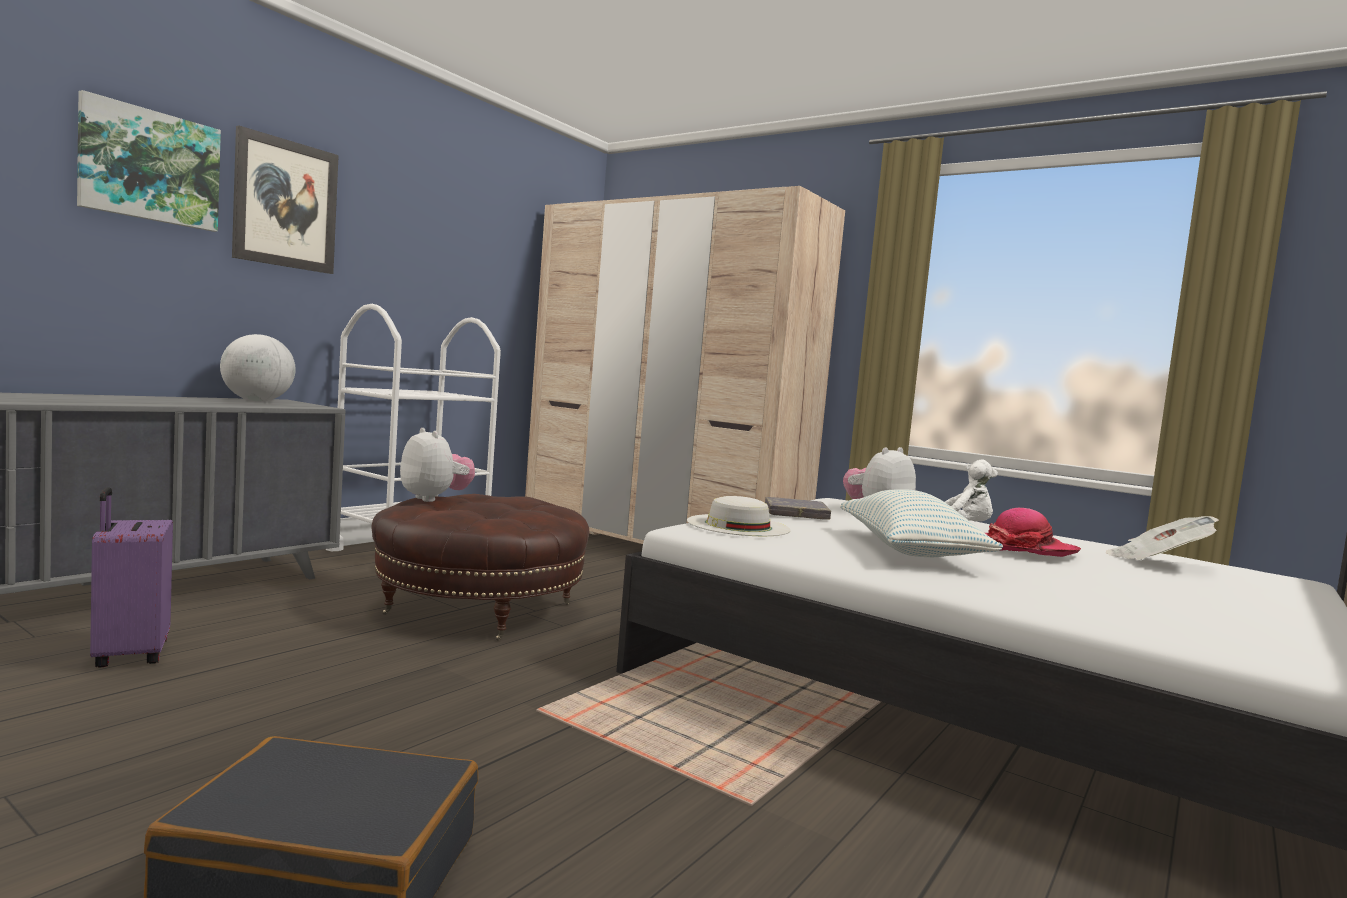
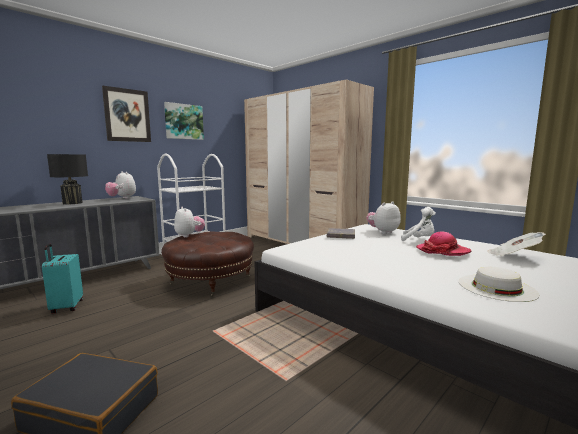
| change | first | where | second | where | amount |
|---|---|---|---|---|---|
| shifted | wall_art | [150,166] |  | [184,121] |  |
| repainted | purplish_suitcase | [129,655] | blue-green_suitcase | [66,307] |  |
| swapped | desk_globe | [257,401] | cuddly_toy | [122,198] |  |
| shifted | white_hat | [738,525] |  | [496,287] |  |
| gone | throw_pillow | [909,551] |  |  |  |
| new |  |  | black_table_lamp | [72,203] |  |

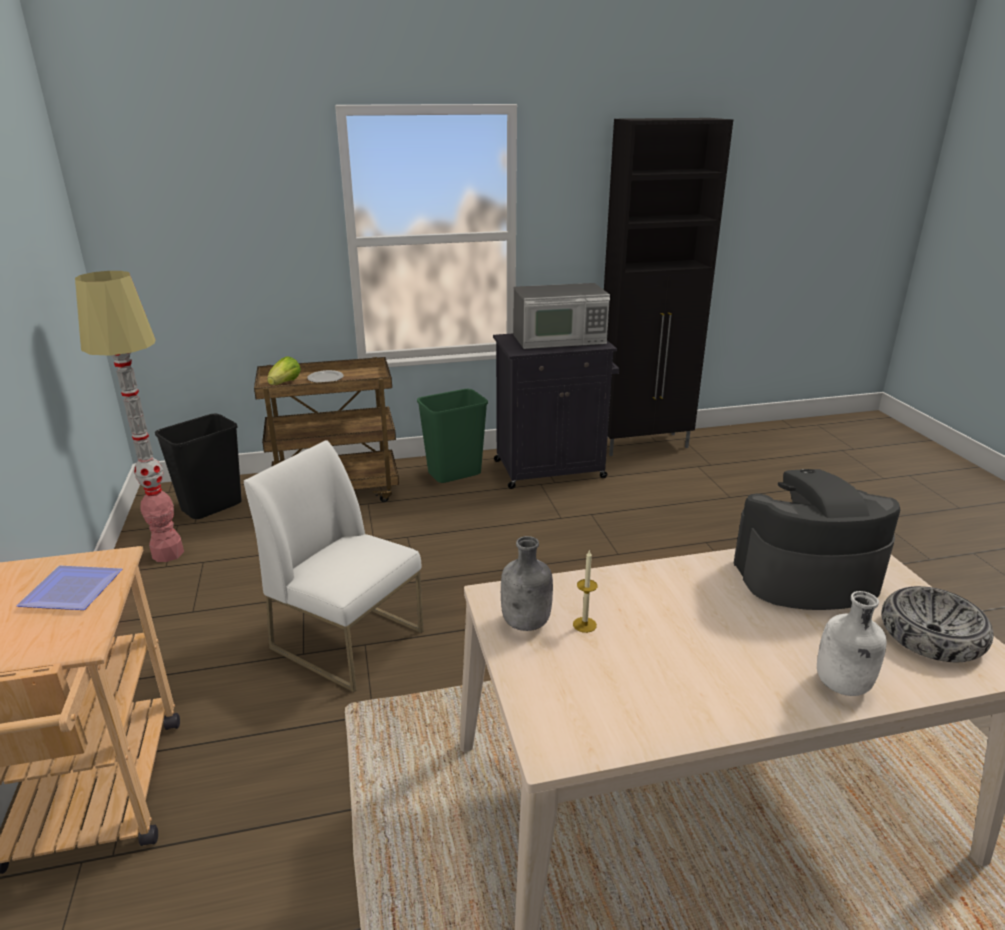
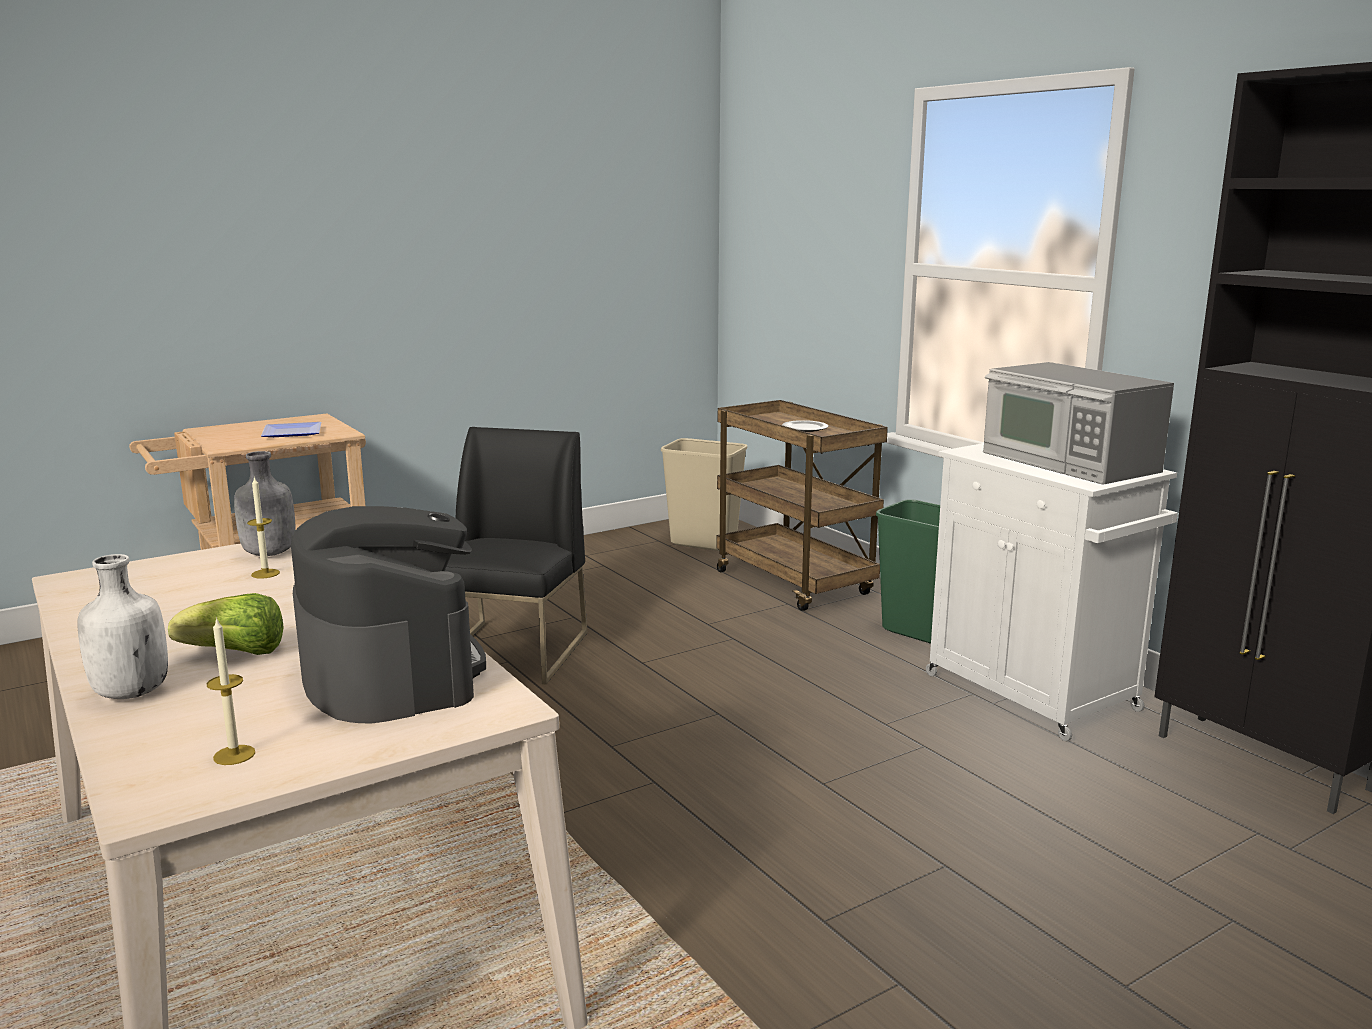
| change | first | where | second | where | amount |
|---|---|---|---|---|---|
| gone | standing_lamp | [168,553] |  |  |  |
| repainted | black_trash_can | [212,506] | beige-coloured_trash_can | [704,543] |  |
| repainted | white_chair | [349,639] | black_chair | [512,652] |  |
| shifted | lettuce | [285,383] |  | [236,653] |  |
| repainted | black_cabinet | [551,469] | white_cabinet | [1034,694] |  |
| swapped | serving_bowl | [931,636] | wax_light | [234,755] |  |

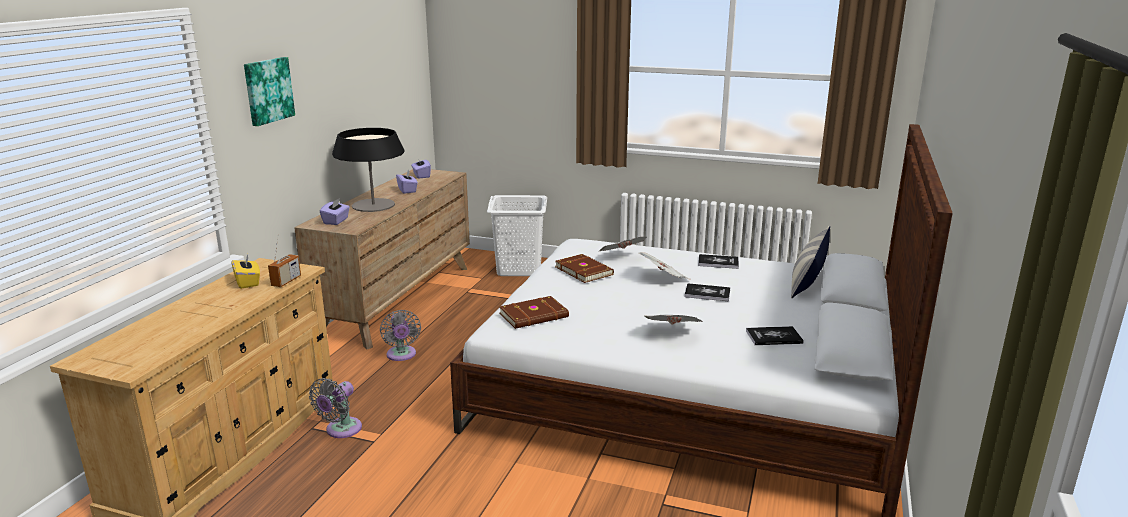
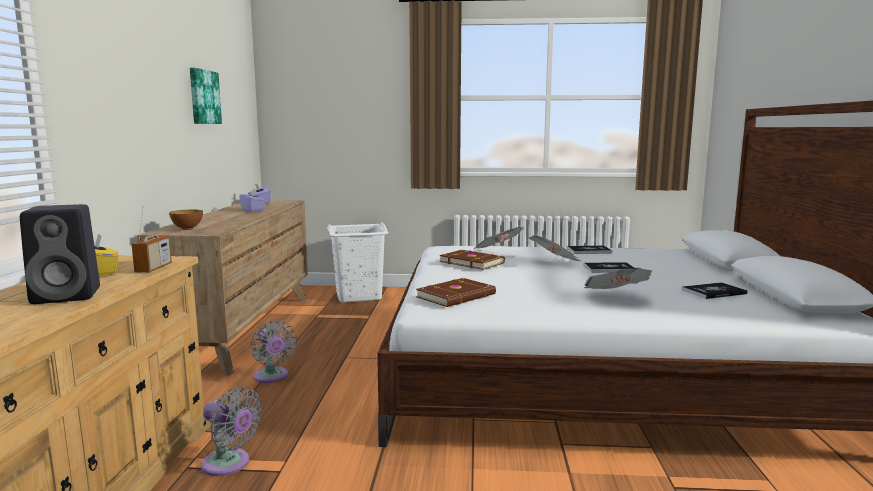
| change | first | where | second | where | amount |
|---|---|---|---|---|---|
| shifted | wall_art | [267,90] |  | [203,97] |  |
| rotated | grey_electric_fan | [341,430] |  | [229,464] | 75 degrees counterclockwise |
| swapped | purplish_tissue_holder | [336,221] | serving_bowl | [187,229] |  |
| gone | table_lamp | [373,205] |  |  |  |
| gone | throw_pillow | [807,281] |  |  |  |
| new |  |  | black_loudspeaker | [69,295] |  |

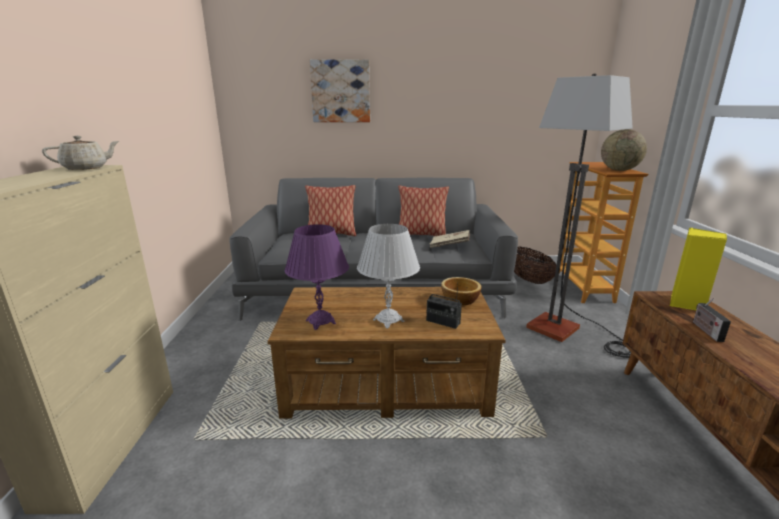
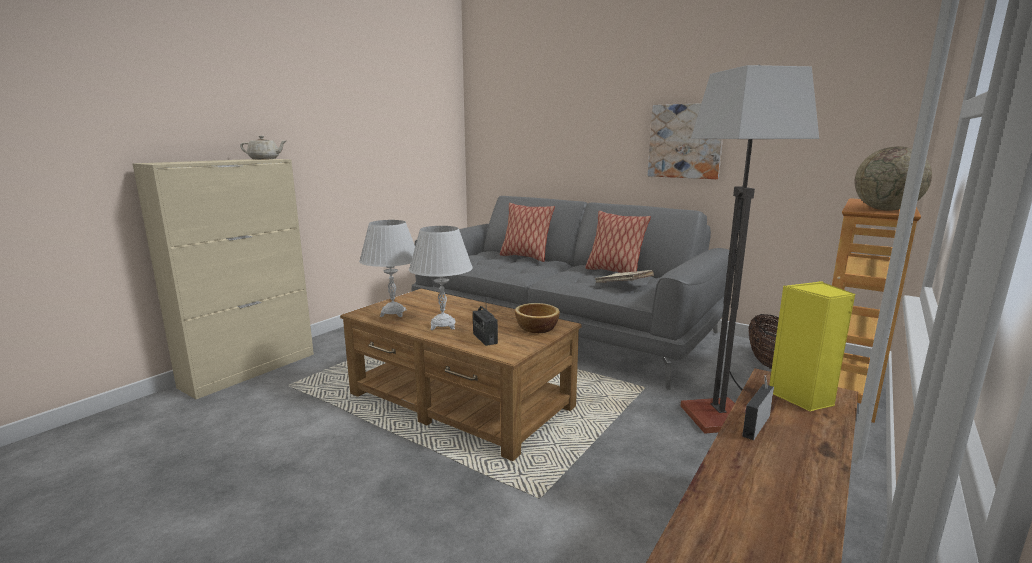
| change | first | where | second | where | amount |
|---|---|---|---|---|---|
| repainted | purplish_table_lamp | [320,322] | white_table_lamp | [393,313] |  |
| shifted | wall_art | [340,91] |  | [685,141] |  |

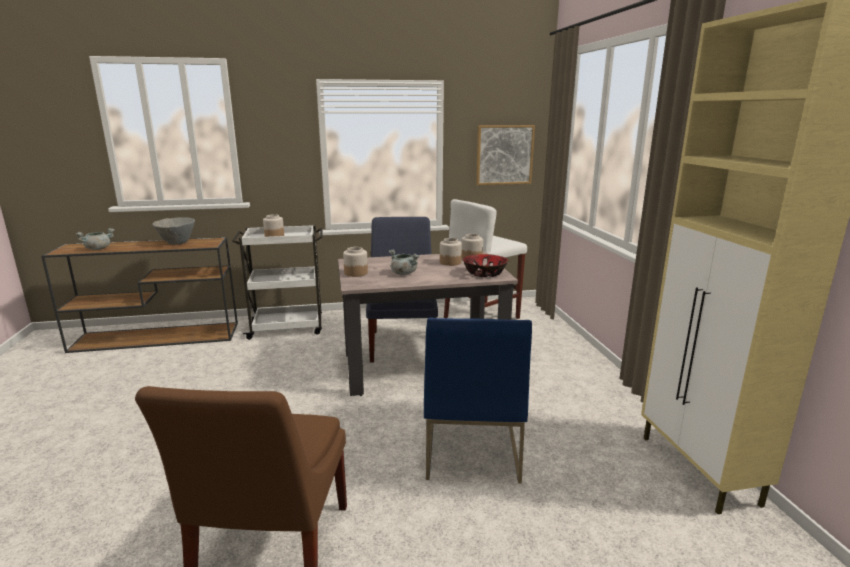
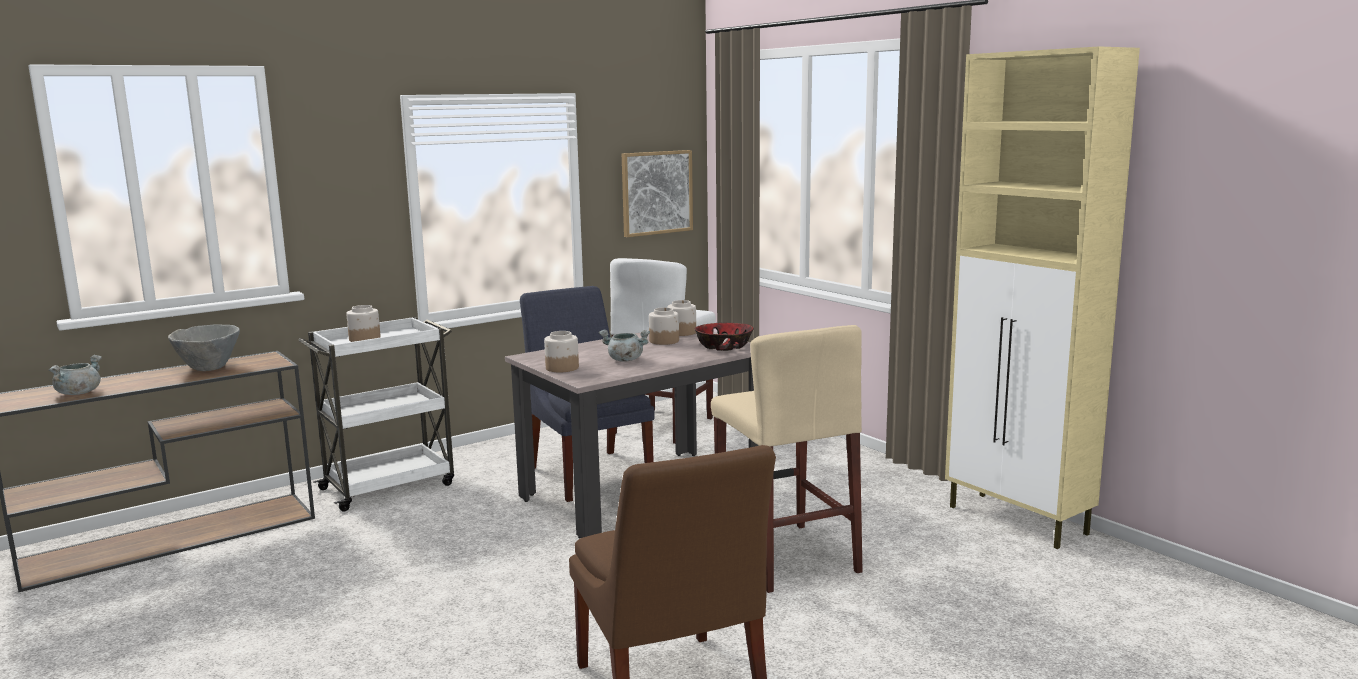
| change | first | where | second | where | amount |
|---|---|---|---|---|---|
| swapped | blue-coloured_chair | [470,448] | beige-coloured_sitting_stool | [786,556] |  |

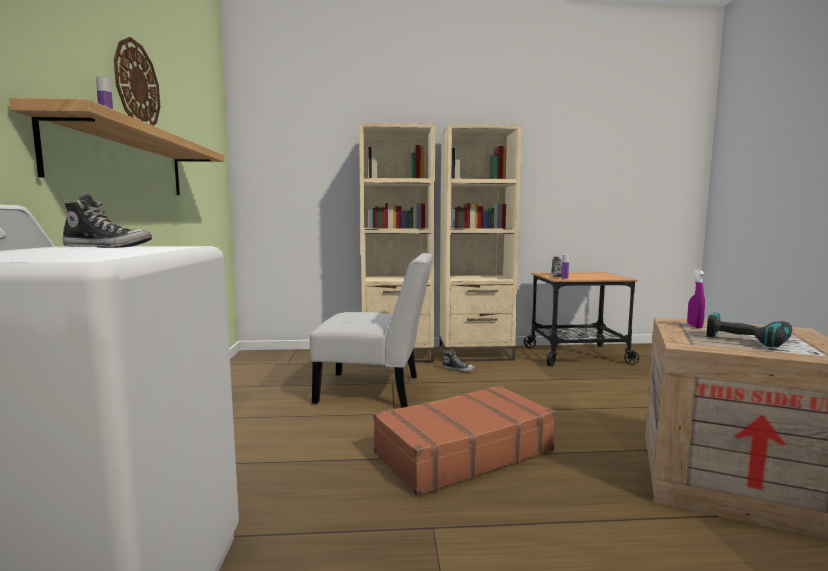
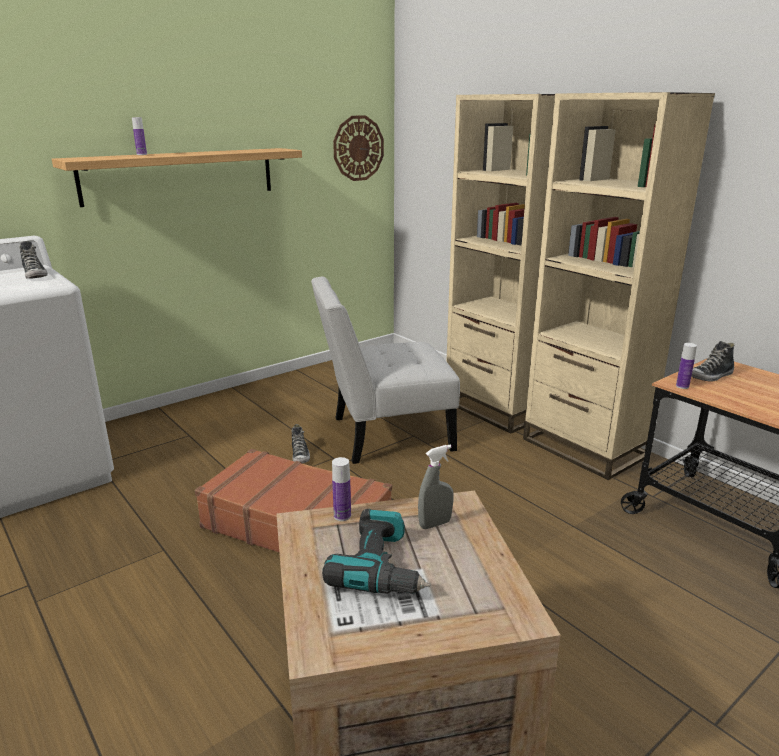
| change | first | where | second | where | amount |
|---|---|---|---|---|---|
| shifted | clock_on_the_wall | [137,85] |  | [358,148] |  |
| rotated | white_chair | [376,390] |  | [384,435] | 105 degrees clockwise |
| shifted | shoe | [458,370] |  | [300,455] |  |
| repainted | purplish_sprayer | [694,326] | grey_sprayer | [435,524] |  |
| new |  |  | bottle | [342,516] |  |

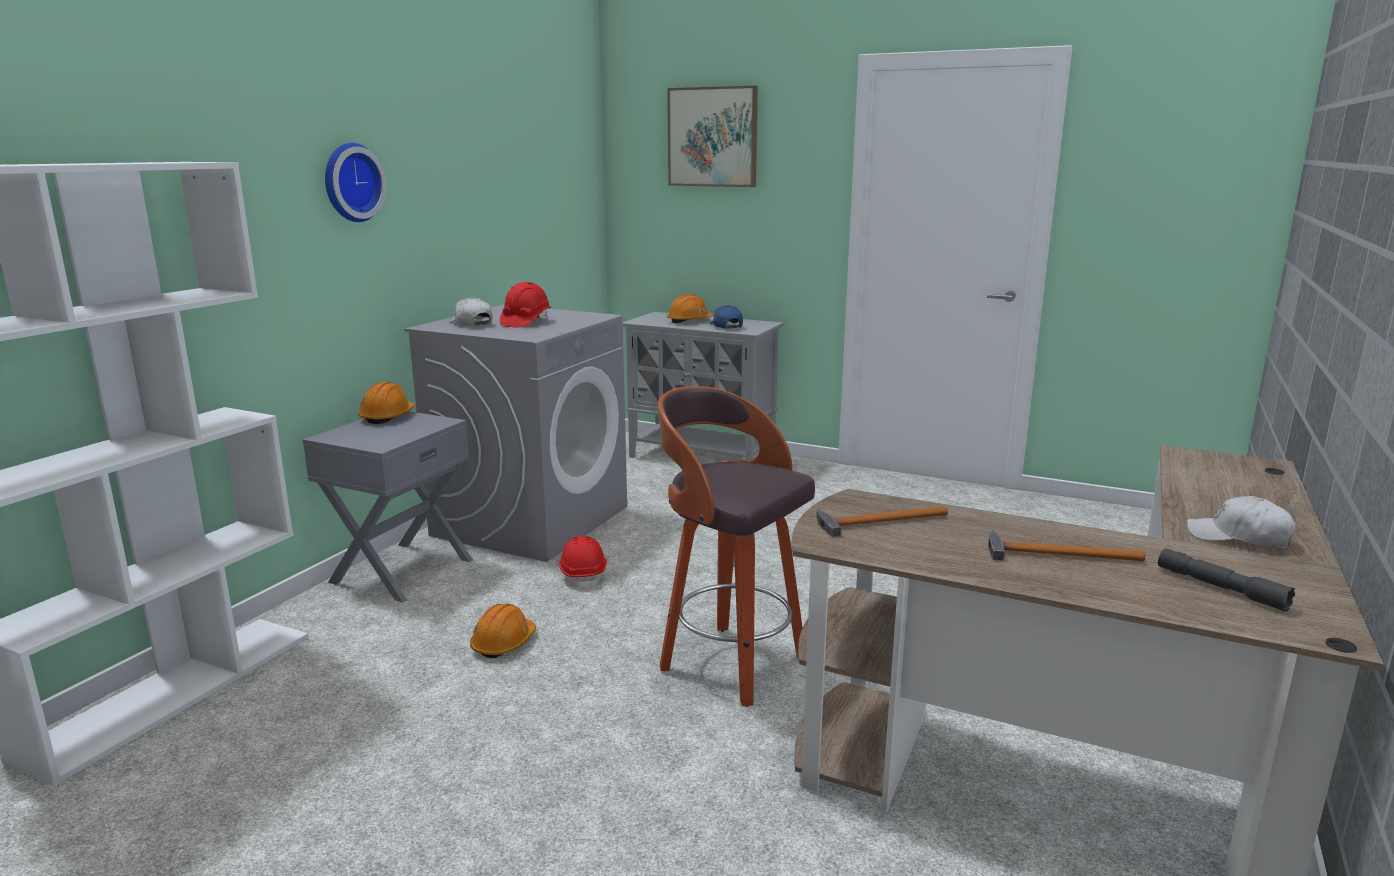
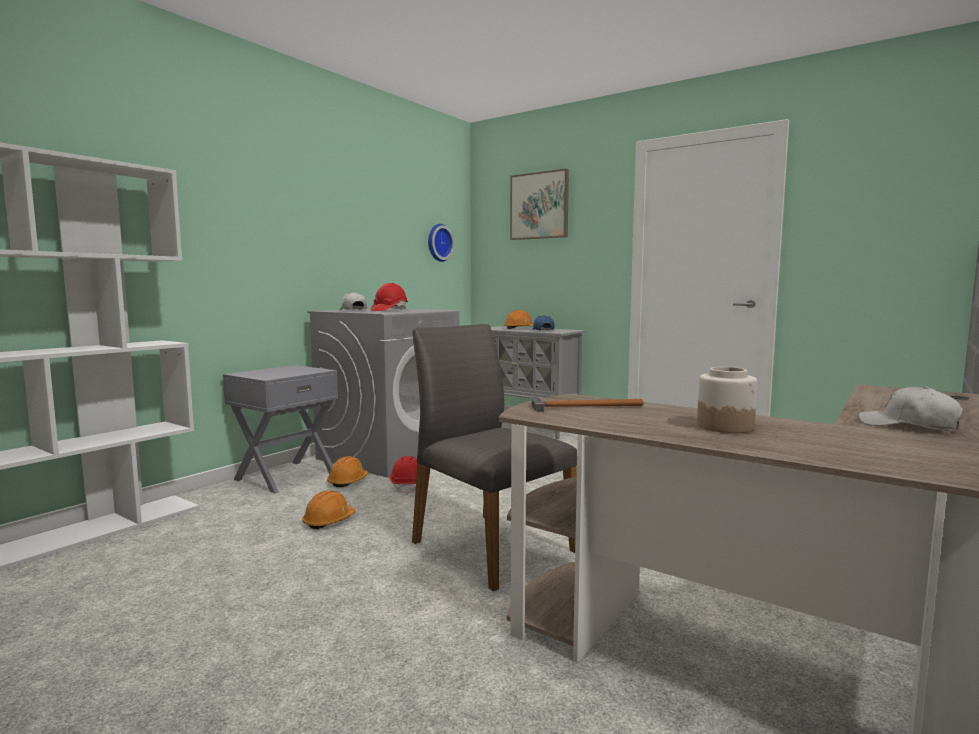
| change | first | where | second | where | amount |
|---|---|---|---|---|---|
| shifted | clock_on_the_wall | [350,182] |  | [438,243] |  |
| shifted | orangey_work_helmet | [387,417] |  | [348,481] |  |
| swapped | sitting_stool | [729,664] | grey_chair | [490,546] |  |
| swapped | hammer | [1055,554] | storage_jar | [725,426] |  |
| gone | grey_flashlight | [1220,588] |  |  |  |

